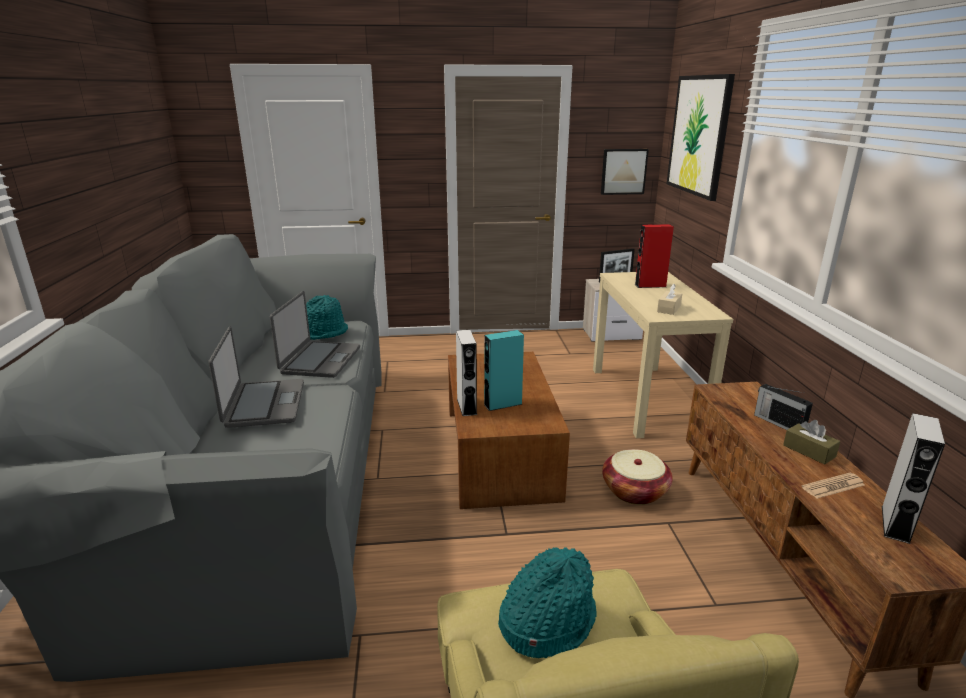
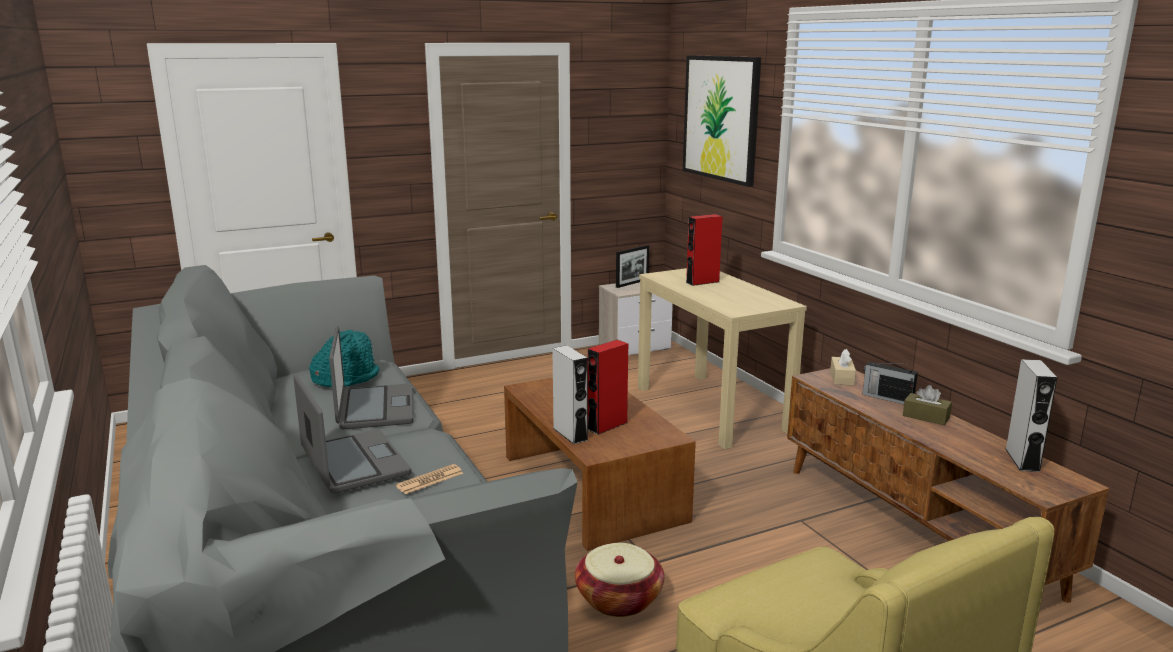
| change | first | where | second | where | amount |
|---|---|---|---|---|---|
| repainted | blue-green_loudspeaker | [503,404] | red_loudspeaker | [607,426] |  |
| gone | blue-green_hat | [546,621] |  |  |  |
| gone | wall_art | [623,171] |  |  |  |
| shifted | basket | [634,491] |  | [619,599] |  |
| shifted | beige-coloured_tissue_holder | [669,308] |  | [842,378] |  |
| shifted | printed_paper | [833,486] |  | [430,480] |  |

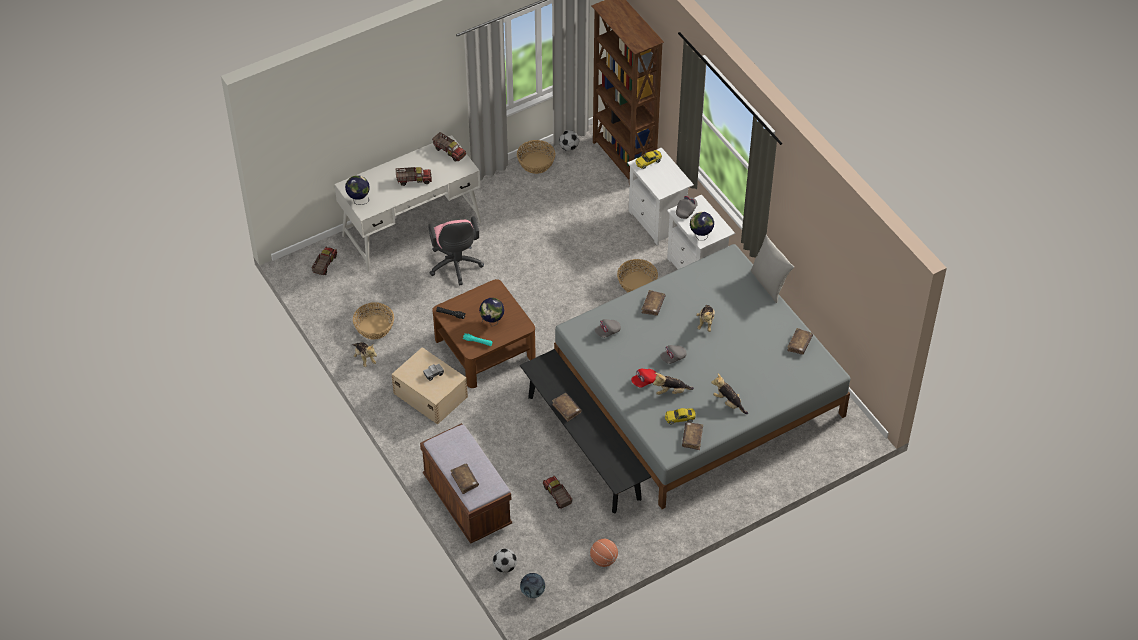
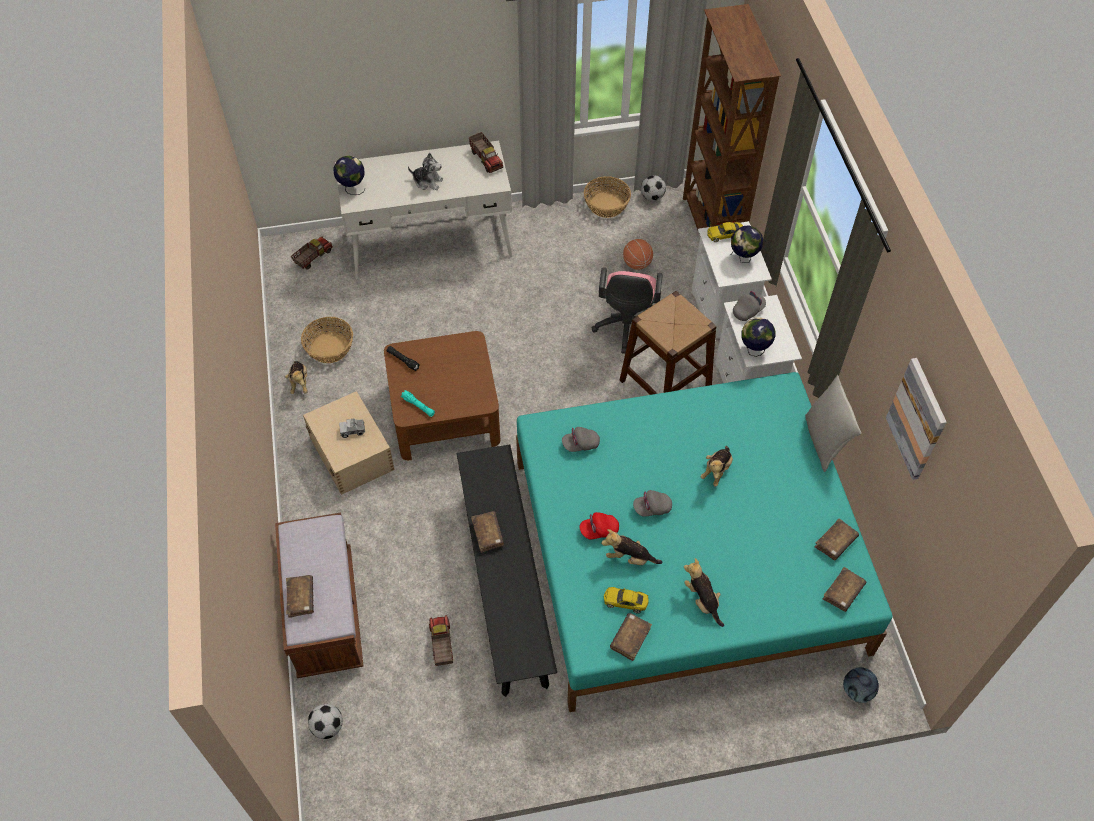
| change | first | where | second | where | amount |
|---|---|---|---|---|---|
| swapped | toy_truck | [414,180] | cuddly_toy | [428,181] |  |
| shifted | pinkish_office_chair | [455,266] |  | [626,328] |  |
| shifted | desk_globe | [492,322] |  | [743,258] |  |
| shifted | football_ball | [532,592] |  | [857,691] |  |
| repainted | grey_bedroom_bed | [698,391] | blue-green_bedroom_bed | [685,554] |  |
| shifted | ball_for_basketball | [604,560] |  | [637,264] |  |
| swapped | basket | [637,283] | brown-coloured_sitting_stool | [665,384] |  |
| shifted | brown-coloured_volume | [653,305] |  | [843,592] |  |
| new |  |  | wall_art | [917,419] |  |

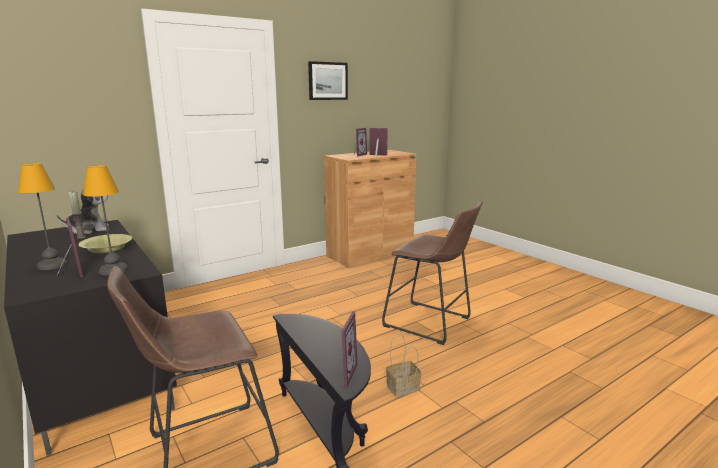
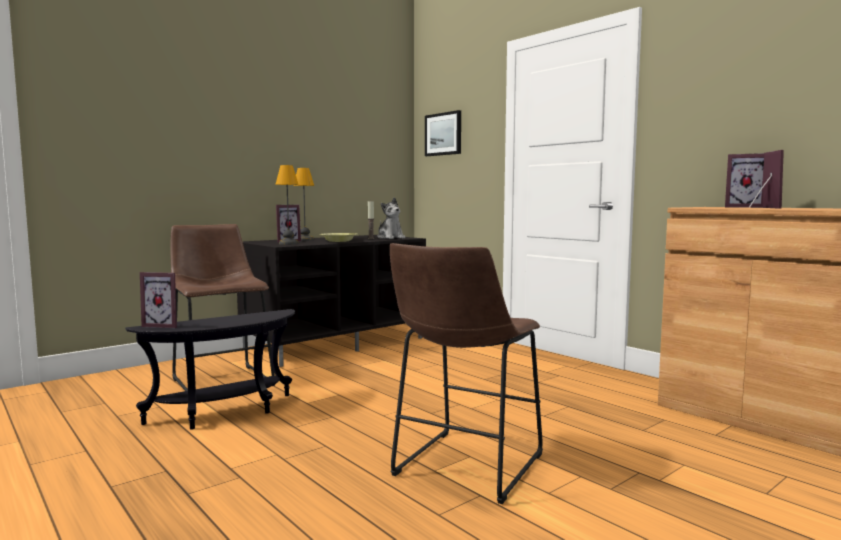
| change | first | where | second | where | amount |
|---|---|---|---|---|---|
| shifted | wall_art | [327,81] |  | [443,134] |  |
| gone | basket | [403,387] |  |  |  |

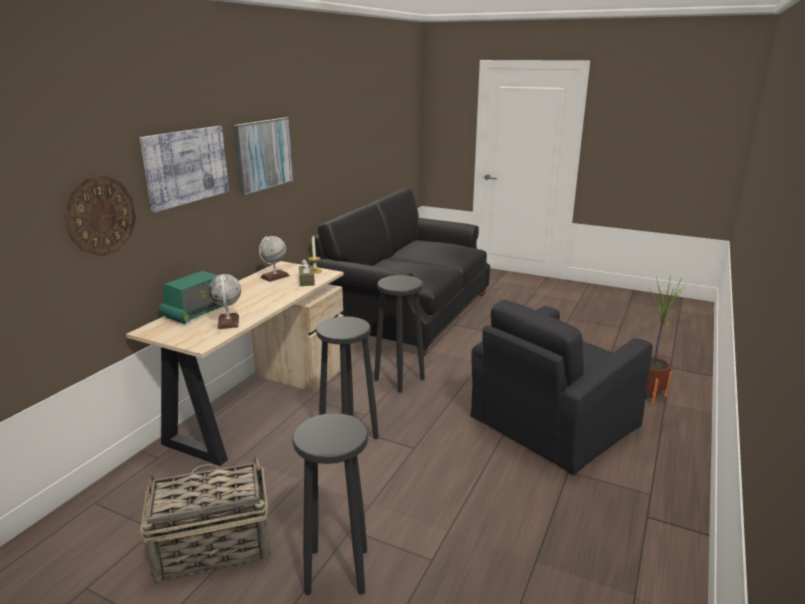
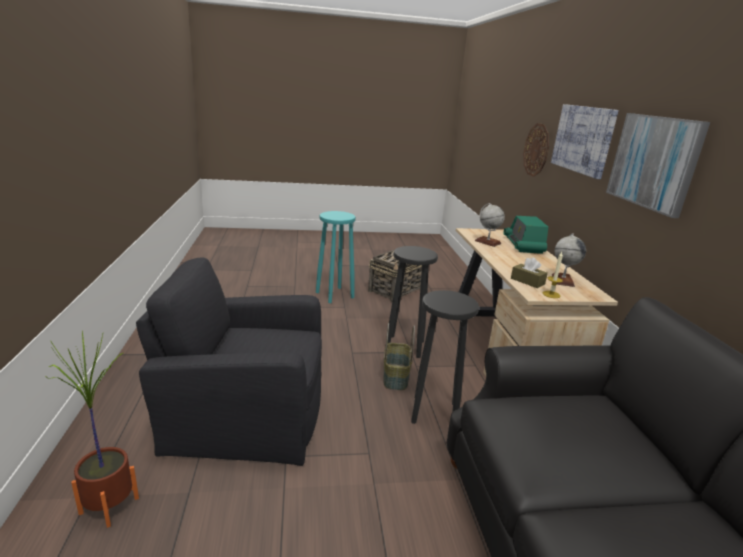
| change | first | where | second | where | amount |
|---|---|---|---|---|---|
| repainted | black_sitting_stool | [338,570] | blue-green_sitting_stool | [334,295] |  |
| rotated | black_easy_chair | [553,422] |  | [245,411] | 105 degrees counterclockwise |
| new |  |  | basket | [395,377] |  |

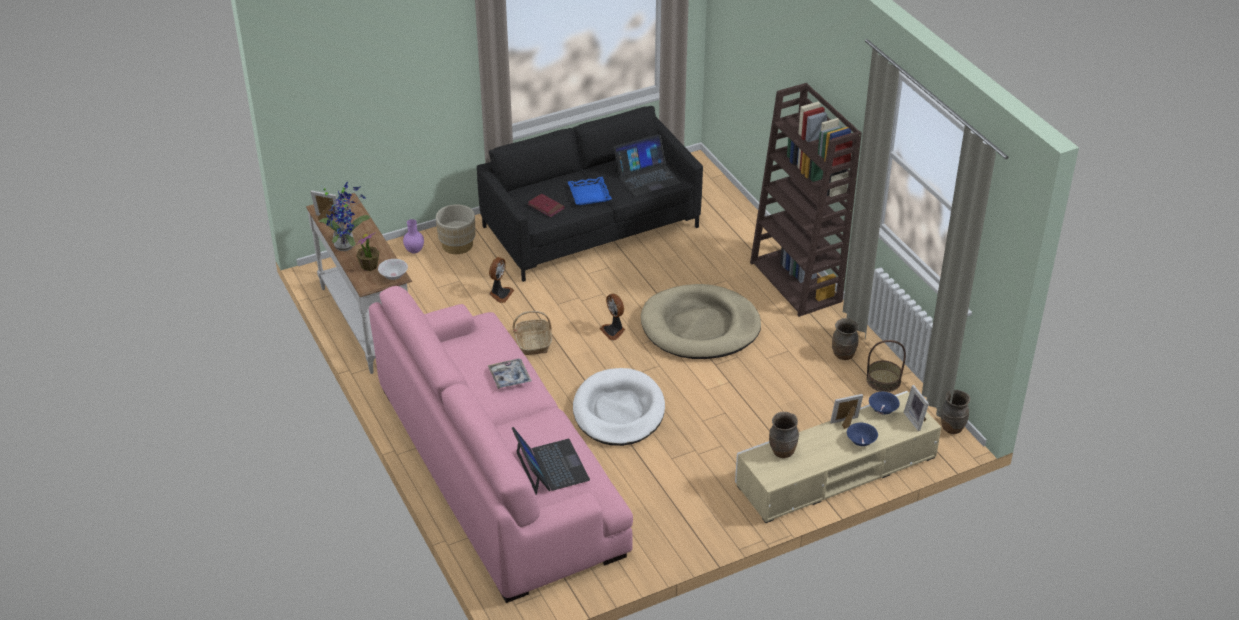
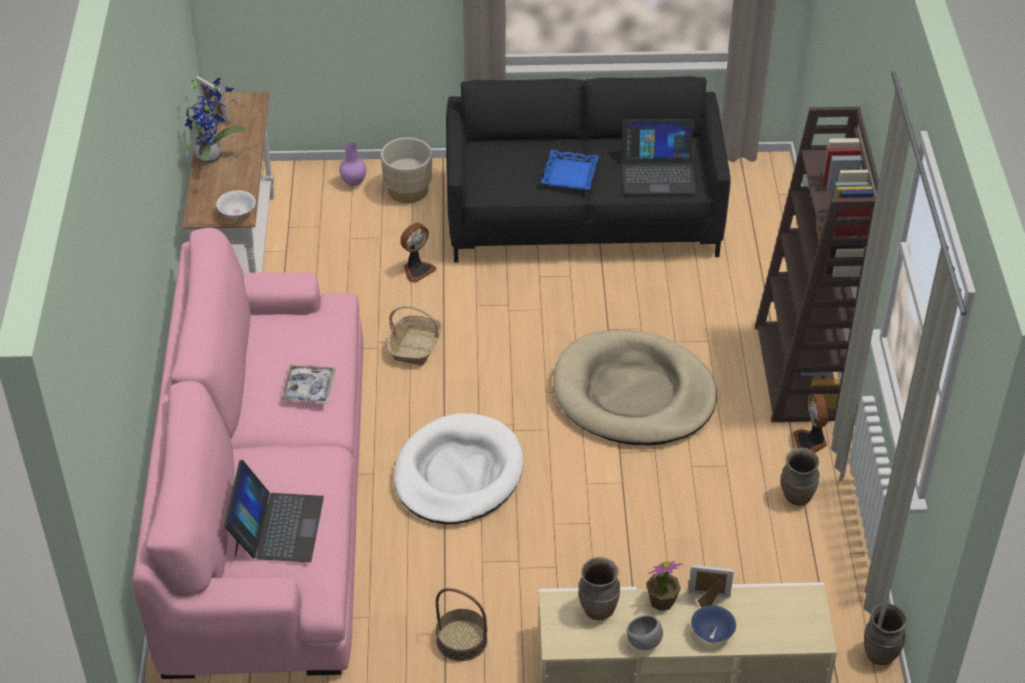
| change | first | where | second | where | amount |
|---|---|---|---|---|---|
| shifted | houseplant | [369,266] |  | [661,601] |  |
| gone | red_volume | [546,207] |  |  |  |
| shifted | electric_fan | [614,331] |  | [810,442] |  |
| shifted | basket | [883,380] |  | [461,640] |  |
| gone | blue-coloured_serving_bowl | [883,410] |  |  |  |
| gone | photo_frame | [916,420] |  |  |  |
| new |  |  | grey_serving_bowl | [644,643] |  |

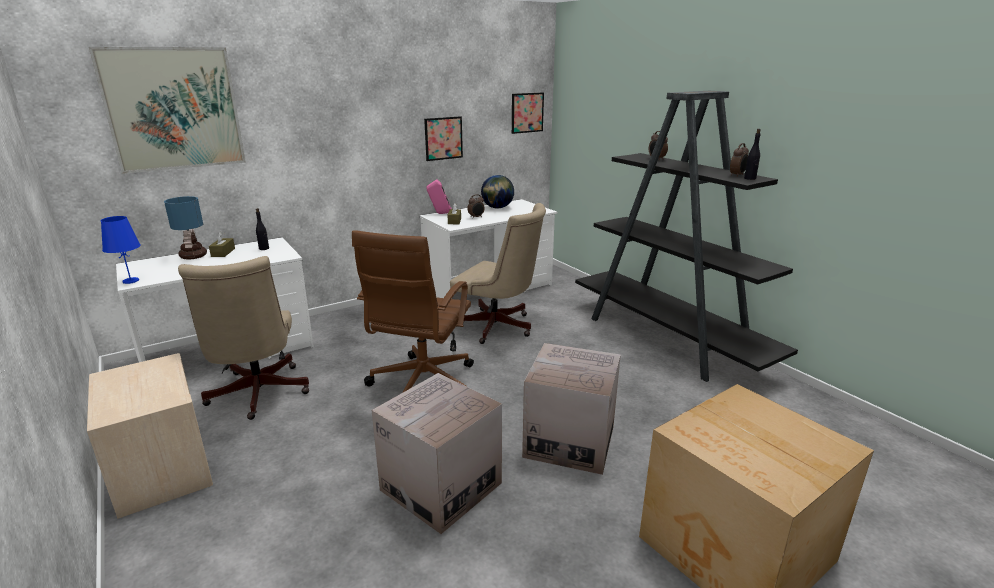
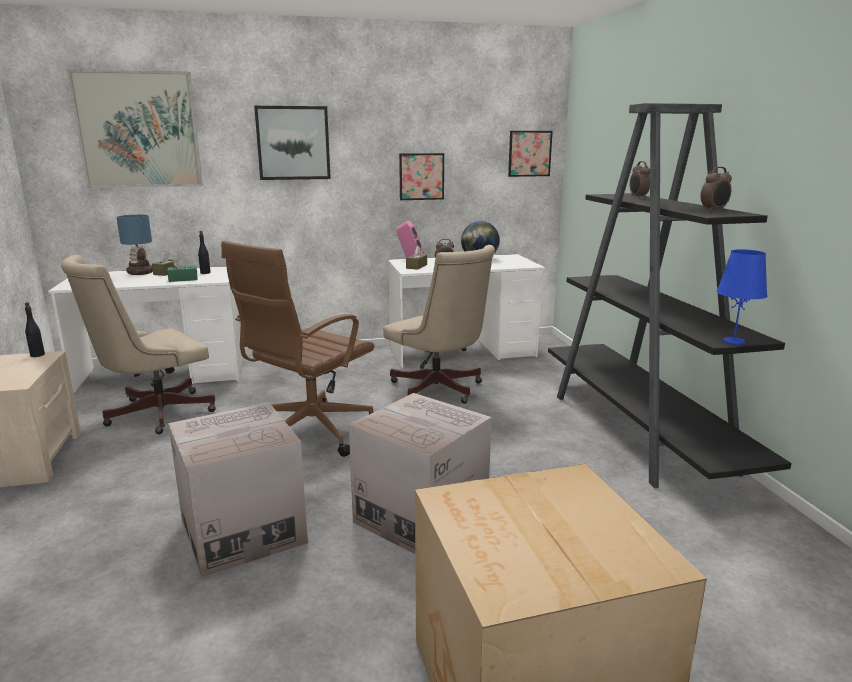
| change | first | where | second | where | amount |
|---|---|---|---|---|---|
| shifted | blue-coloured_table_lamp | [130,281] |  | [733,341] |  |
| rotated | beige-coloured_office_chair | [257,395] |  | [153,414] | 45 degrees clockwise |
| shifted | black_bottle | [750,178] |  | [37,355] |  |
| new |  |  | greenish_tissue_holder | [183,279] |  |
| new |  |  | wall_art | [293,143] |  |

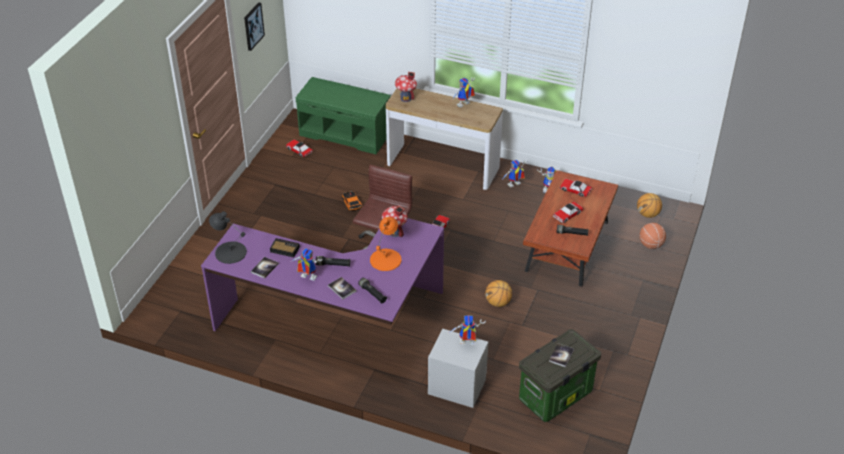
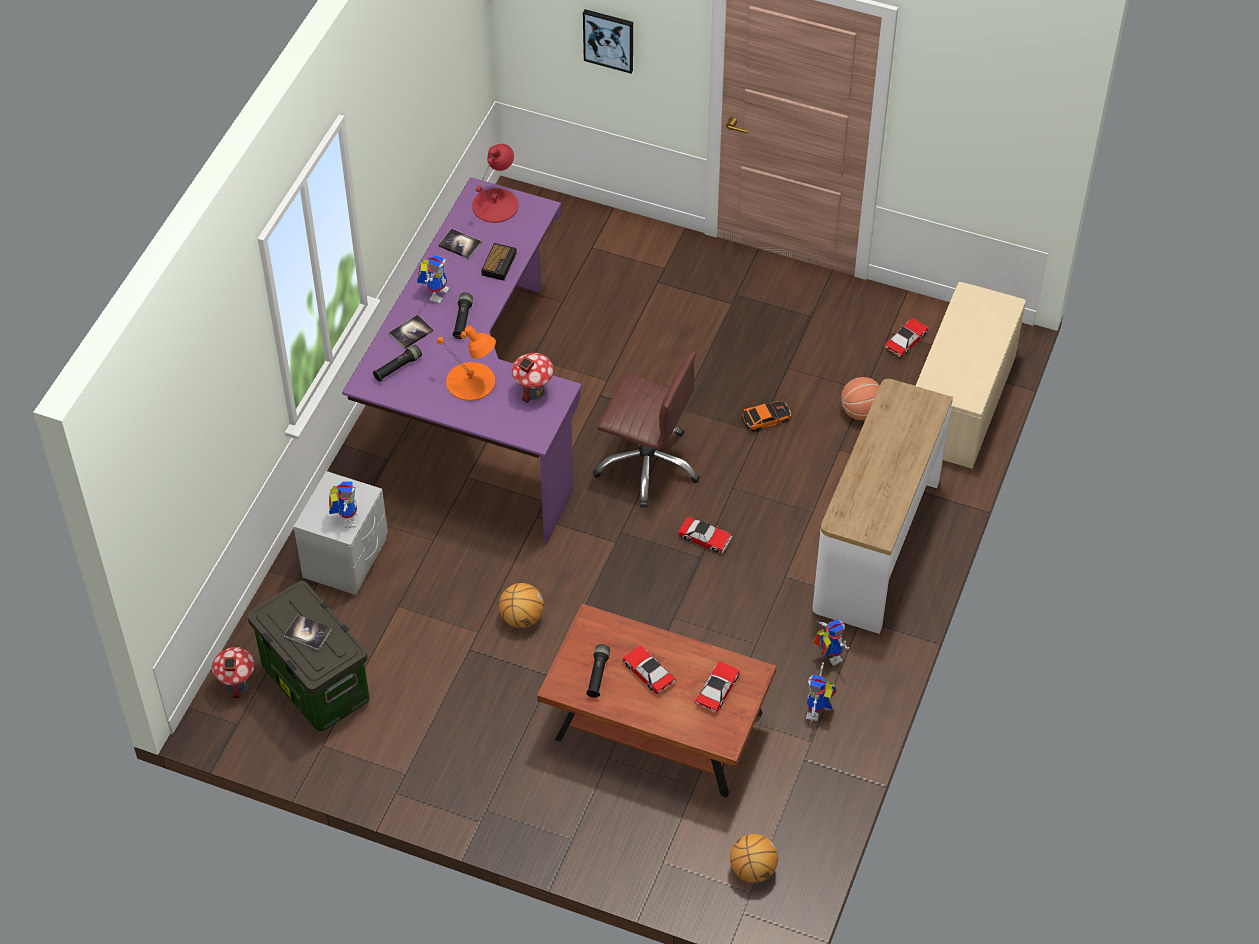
| change | first | where | second | where | amount |
|---|---|---|---|---|---|
| repainted | black_table_lamp | [230,252] | red_table_lamp | [496,205] |  |
| shifted | wall_art | [253,26] |  | [609,39] |  |
| repainted | greenish_indoor_bench | [346,133] | beige-coloured_indoor_bench | [961,403] |  |
| shifted | toy_house | [406,98] |  | [237,684] |  |
| gone | robot_figure | [463,105] |  |  |  |
| shifted | ball_for_basketball | [650,244] |  | [861,411] |  |

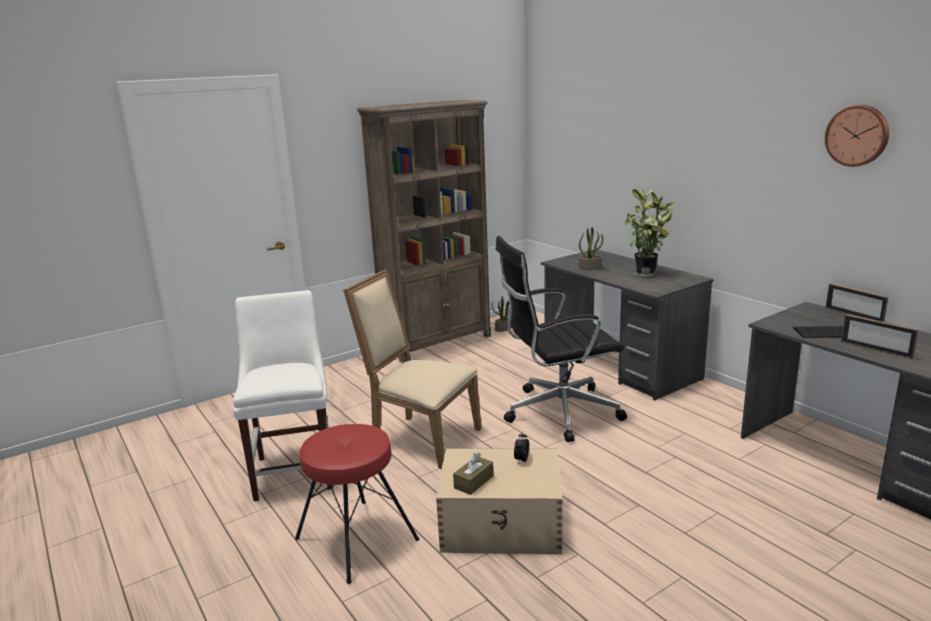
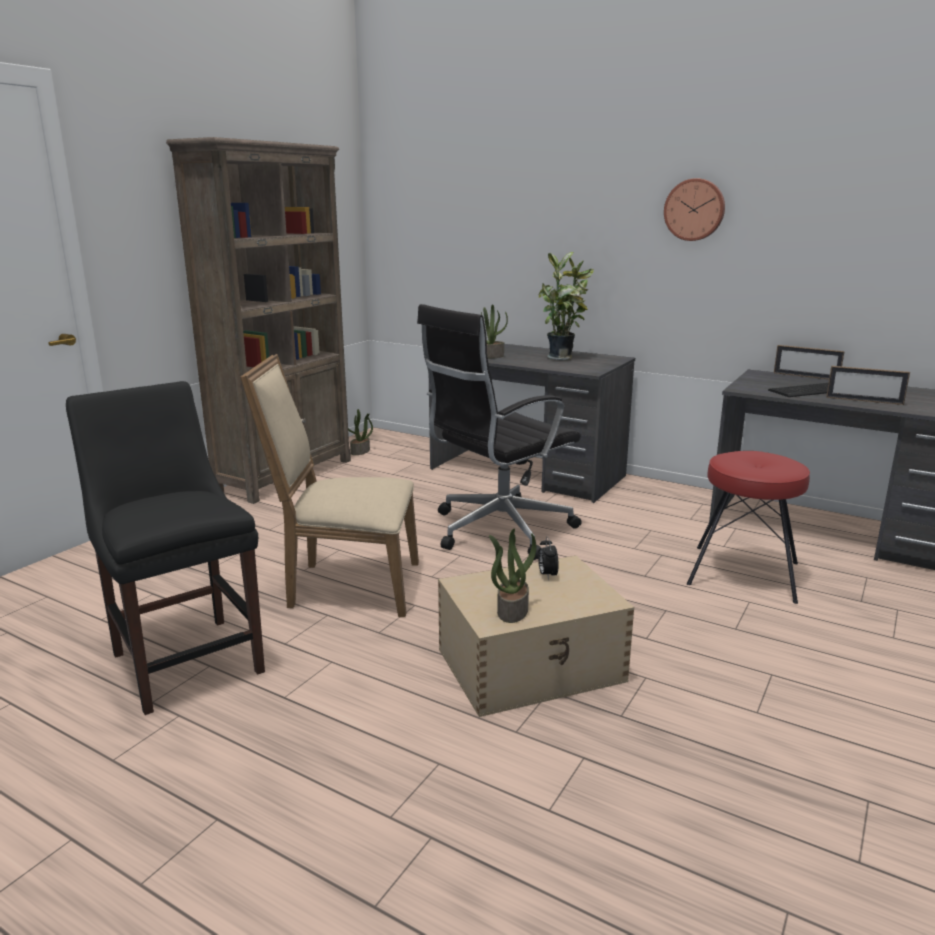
| change | first | where | second | where | amount |
|---|---|---|---|---|---|
| repainted | white_chair | [295,470] | black_chair | [186,658] |  |
| shifted | red_sitting_stool | [356,540] |  | [743,574] |  |
| swapped | brown-coloured_tissue_holder | [473,482] | houseplant | [512,610] |  |
| shifted | clock_on_the_wall | [857,135] |  | [694,209] |  |

